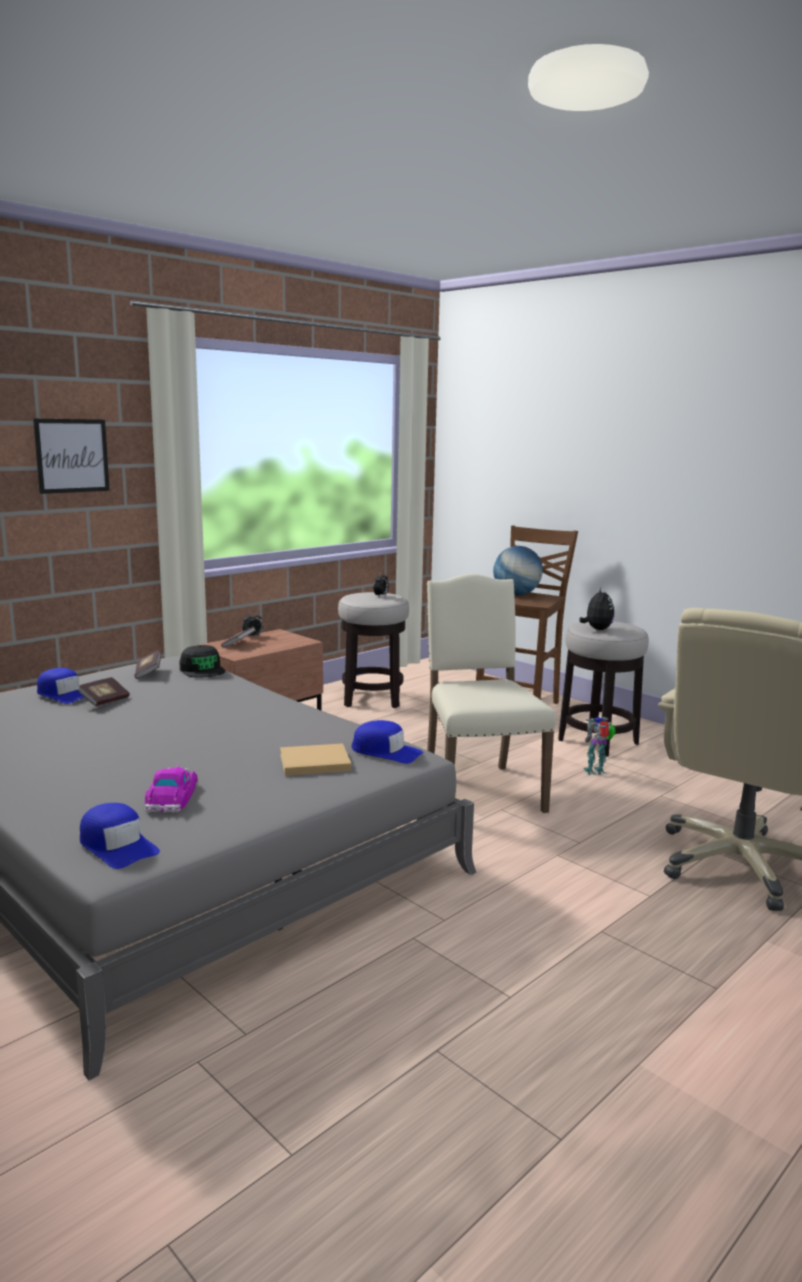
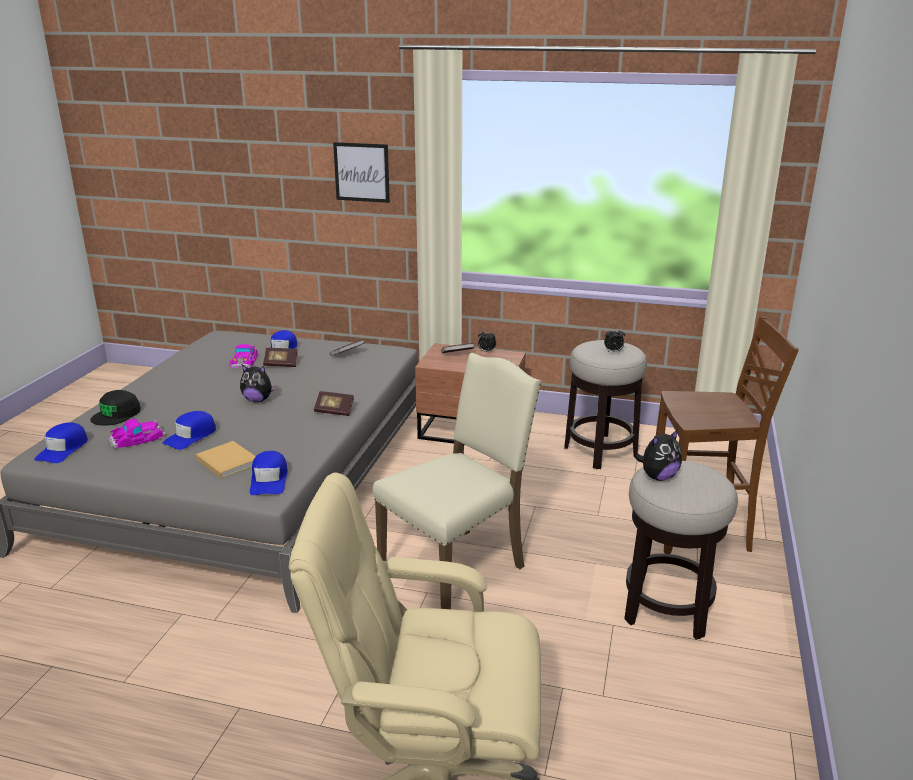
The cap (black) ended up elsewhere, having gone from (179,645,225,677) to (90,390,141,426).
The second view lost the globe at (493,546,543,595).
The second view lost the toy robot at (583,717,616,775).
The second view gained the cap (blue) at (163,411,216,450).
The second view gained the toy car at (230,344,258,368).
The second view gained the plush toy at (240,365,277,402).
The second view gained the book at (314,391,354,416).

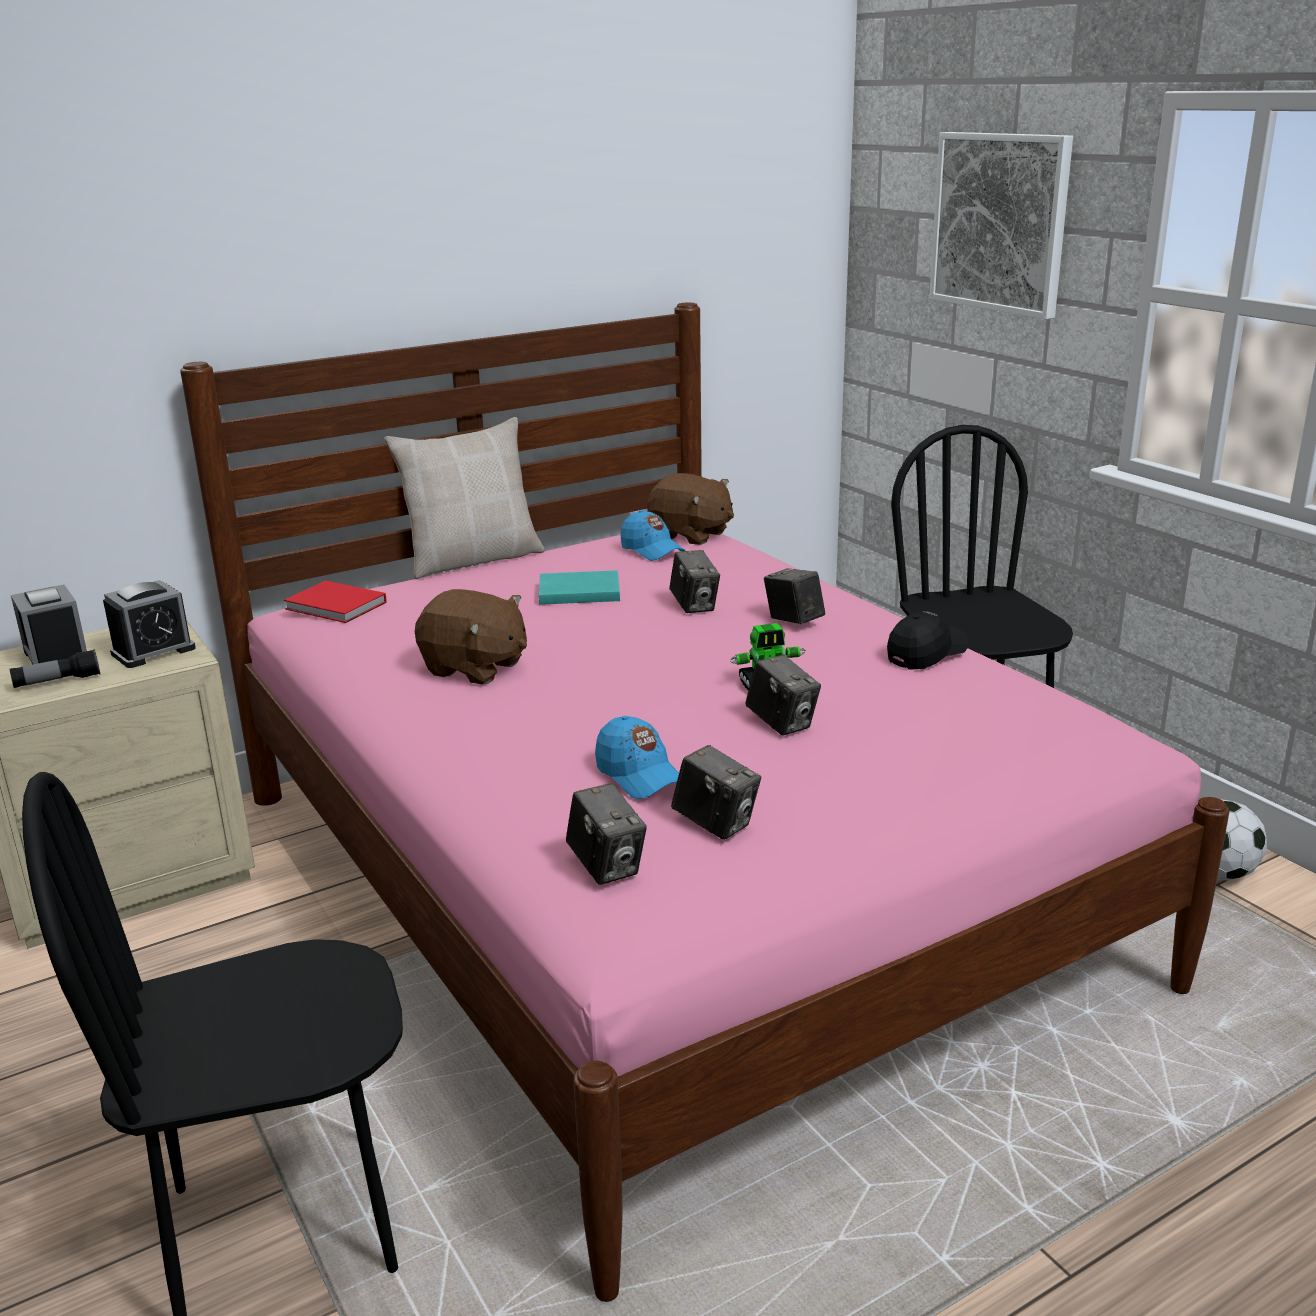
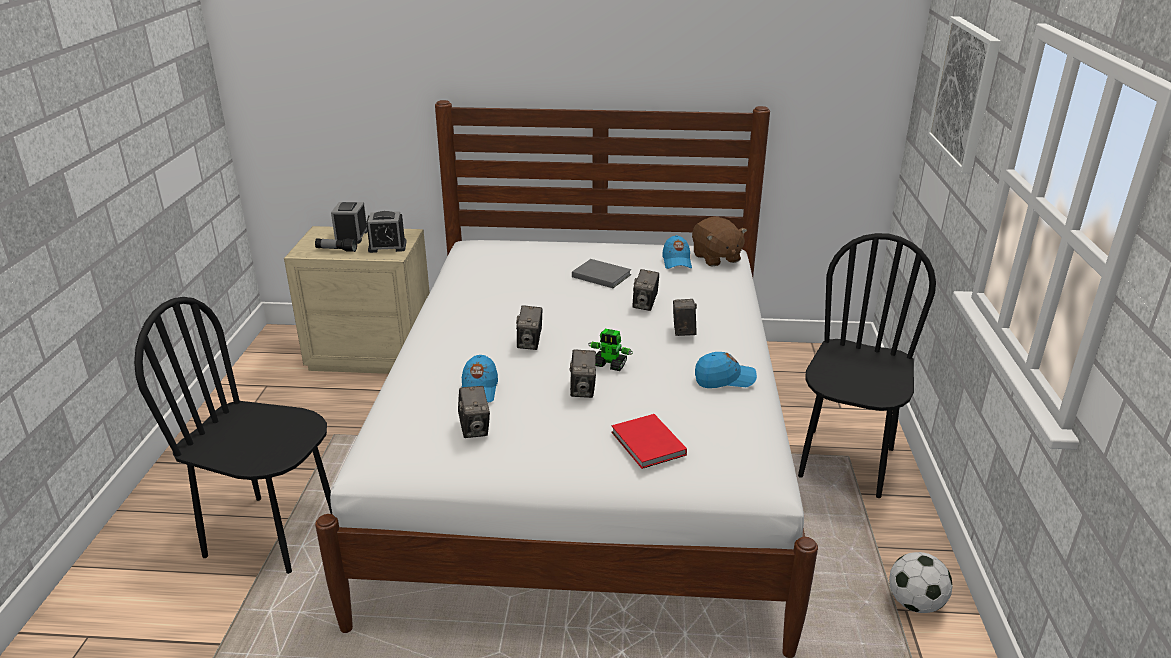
What was the bed (pink) at (180,303,1230,1302) turned into the bed (white) at (315,100,818,658).
The book (red) ended up elsewhere, having gone from (284,581,387,623) to (611,414,687,469).
The second view lost the pillow (beige) at (384,417,545,579).
The second view lost the plush toy (brown) at (415,589,527,684).
What was the book (turquoise) at (539,570,620,605) turned into the book (grey) at (572,259,631,288).
The photo camera ended up elsewhere, having gone from (566,783,647,885) to (516,305,542,350).
What was the cap (black) at (887,611,968,670) turned into the cap (blue) at (695,352,757,388).

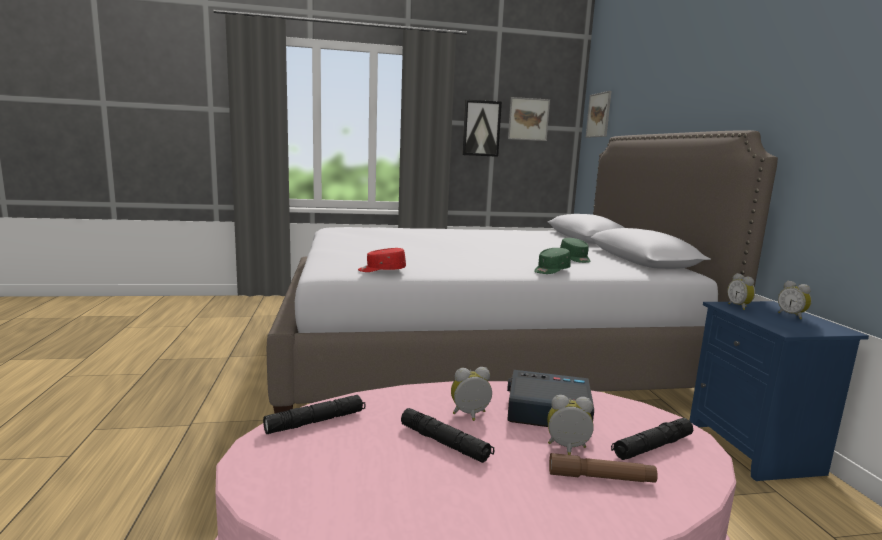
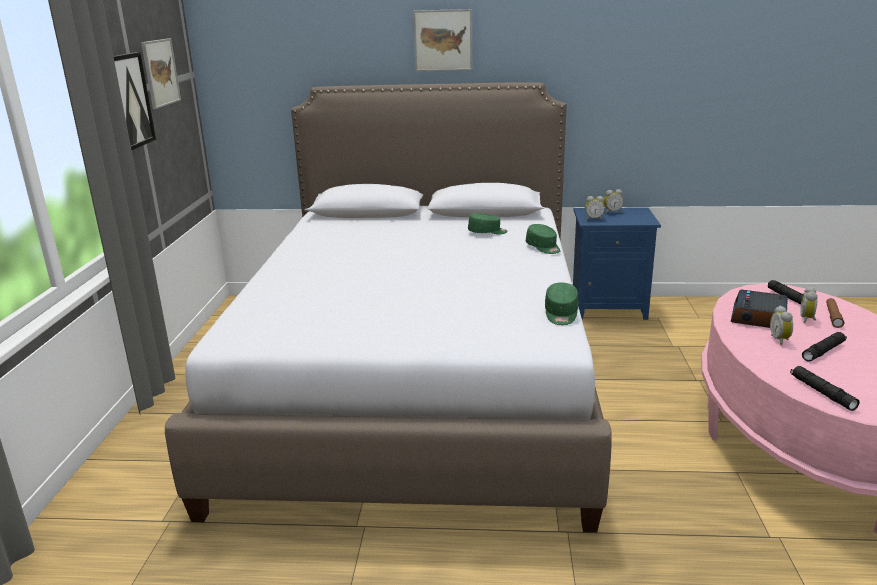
What was the cap (red) at (358,248,406,272) turned into the cap (green) at (545,282,578,325).
The picture ended up elsewhere, having gone from (586,91,612,138) to (413,9,472,72).

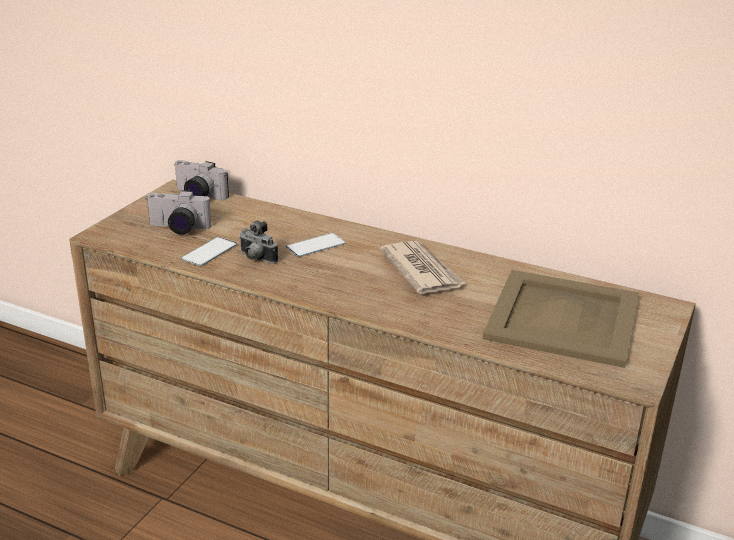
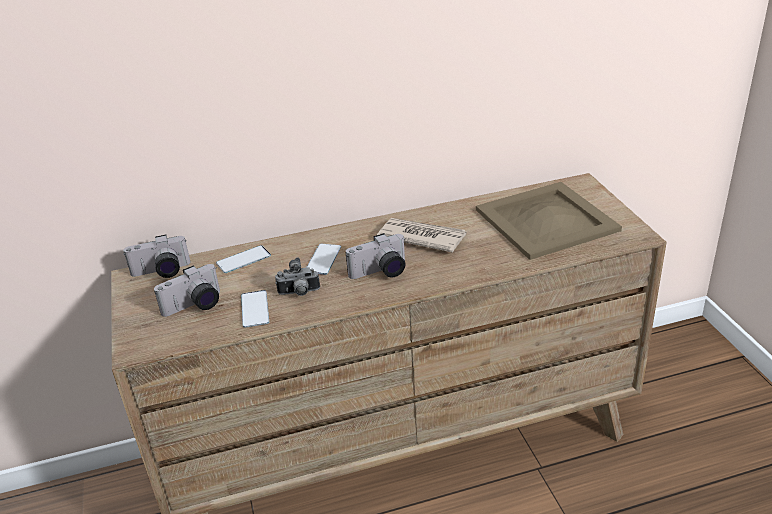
The second view gained the phone at (216,245,271,273).
The second view gained the photo camera at (346,233,405,279).

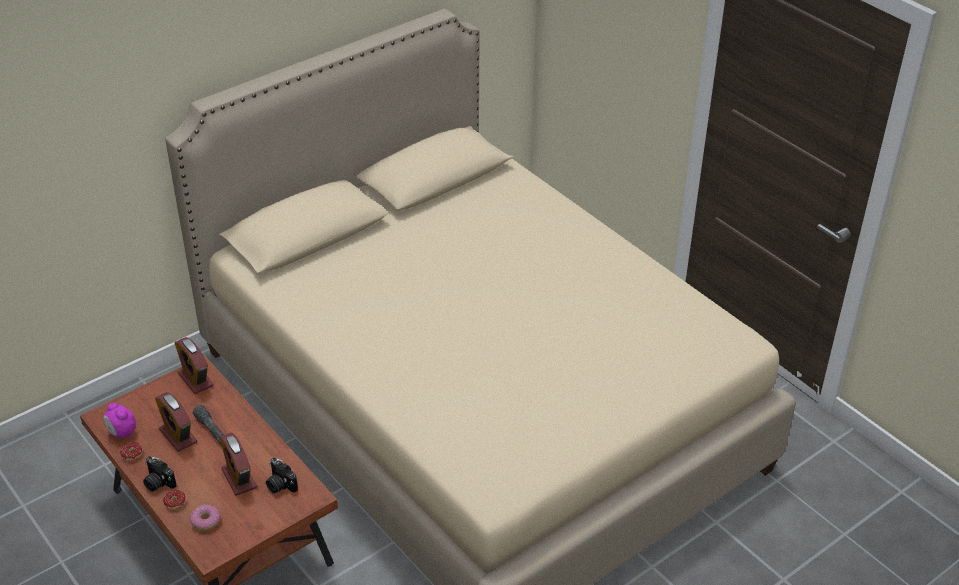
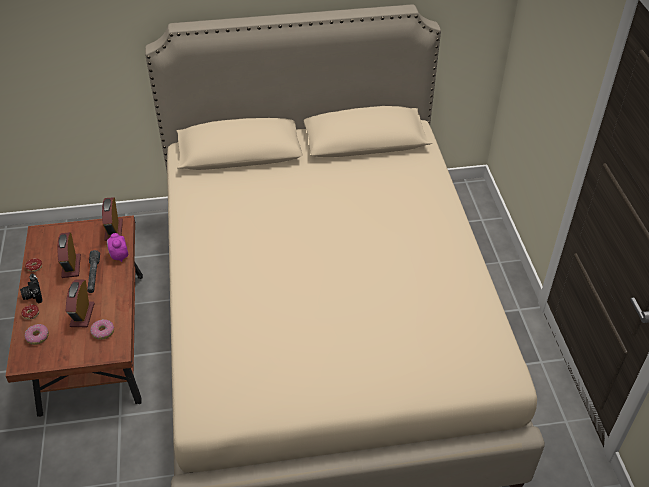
The alarm clock ended up elsewhere, having gone from (104,403,136,438) to (107,233,128,262).
Where the photo camera stood at (266,458,298,494), the donut came to stand at (90,319,114,340).

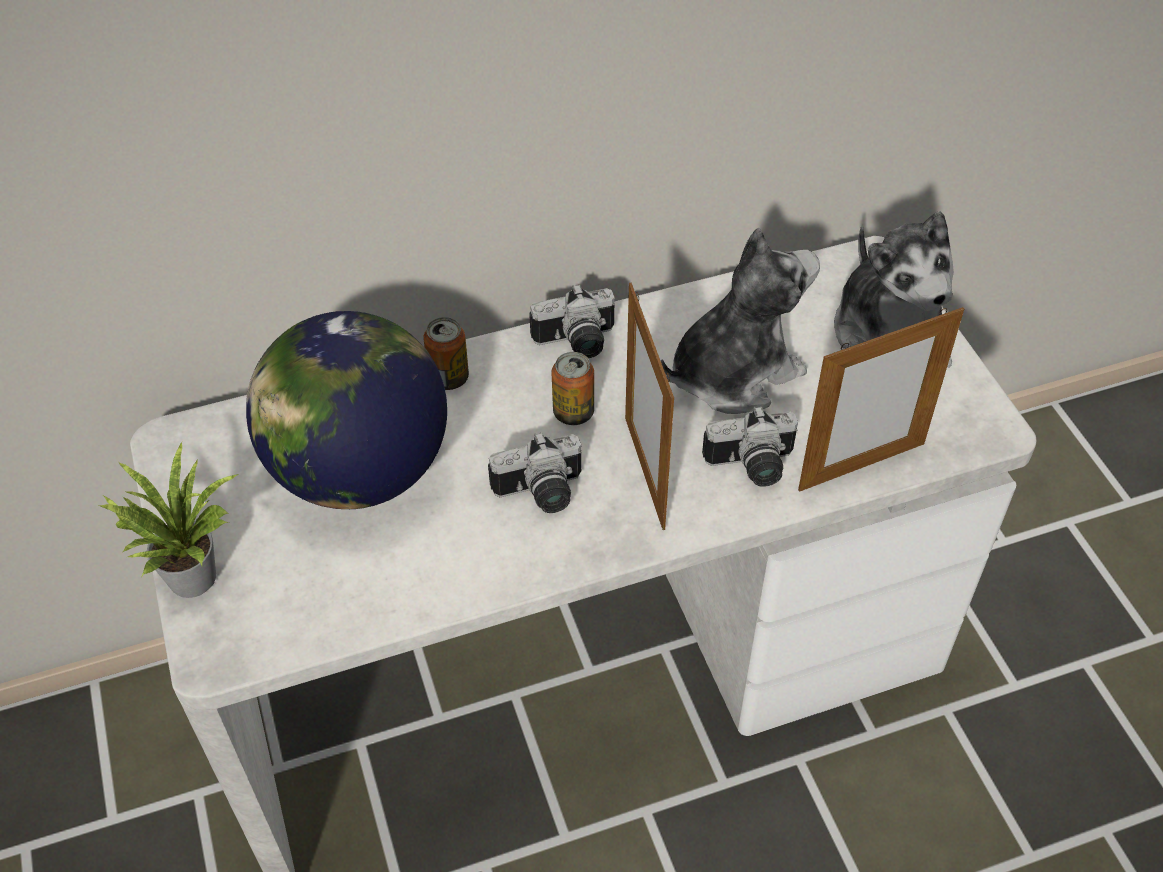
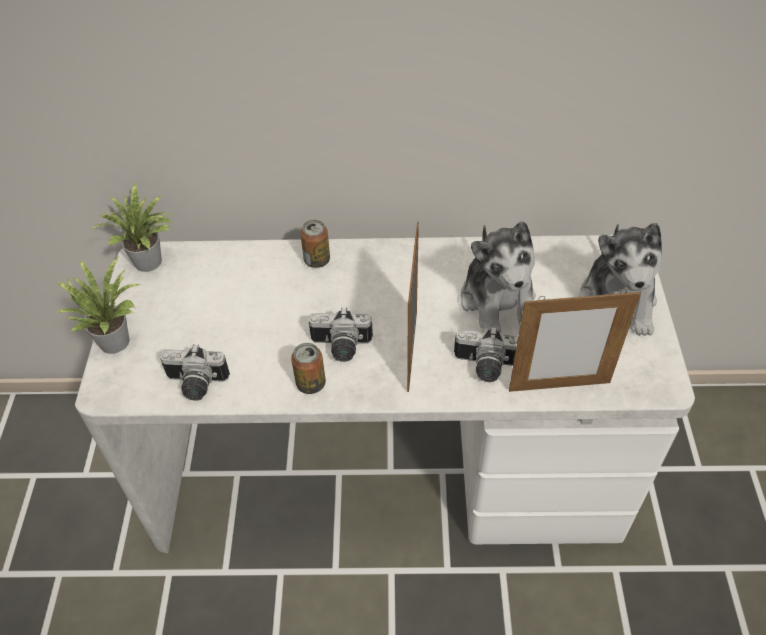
The second view lost the globe at (246,311,447,509).
The photo camera ended up elsewhere, having gone from (529,284,615,358) to (160,344,230,401).
The can ended up elsewhere, having gone from (551,352,594,425) to (291,343,326,394).
The plush toy at (661,228,820,414) ended up facing another way, 90 degrees clockwise from before.
The second view gained the potted plant at (90,182,173,272).

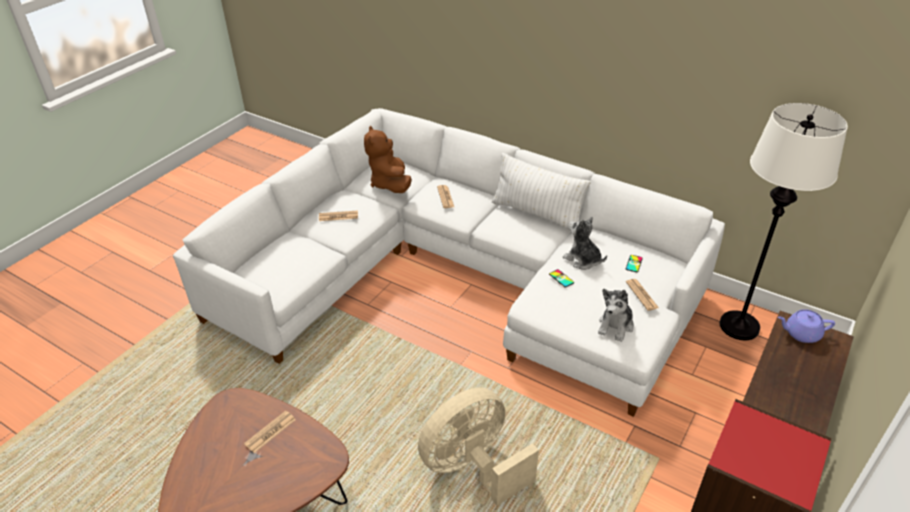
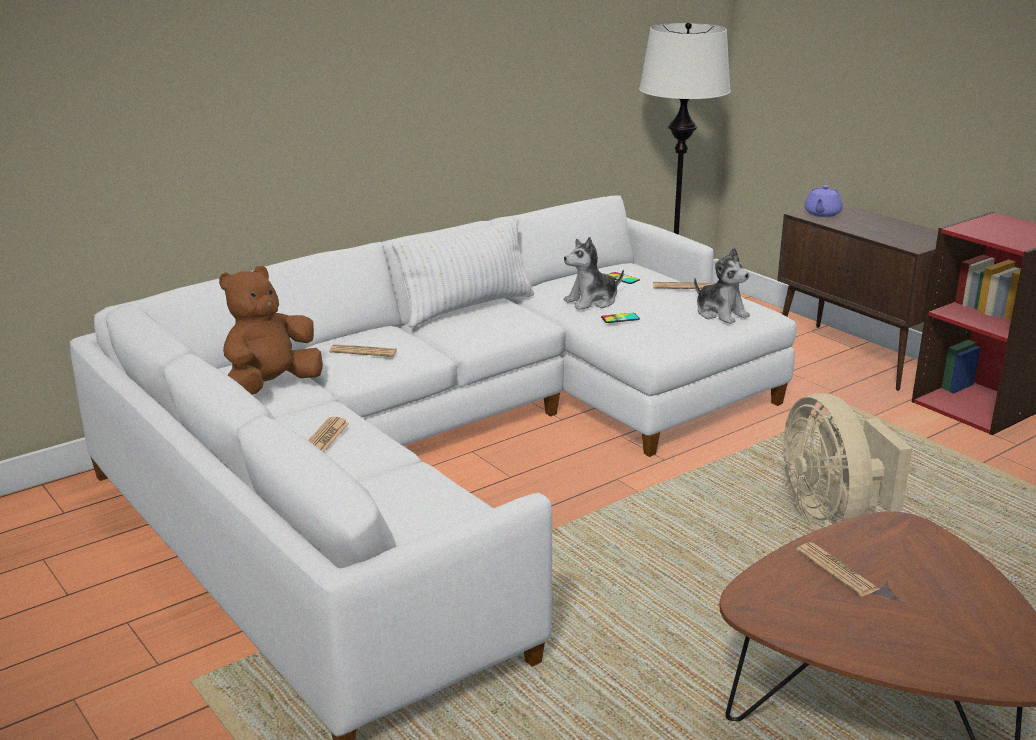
The plush toy (brown) at (364,126,412,193) ended up facing another way, 120 degrees clockwise from before.

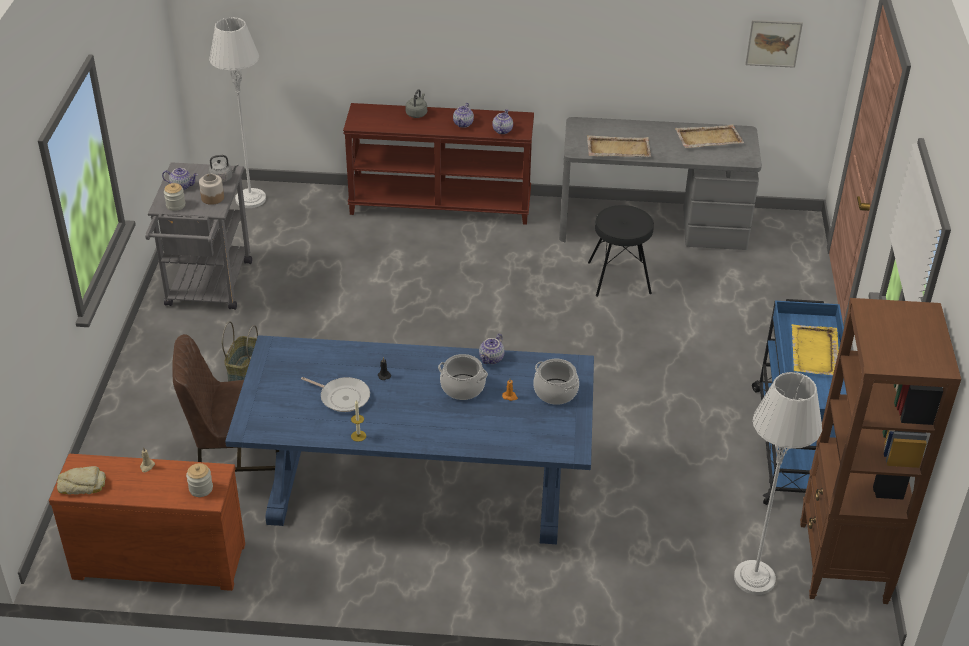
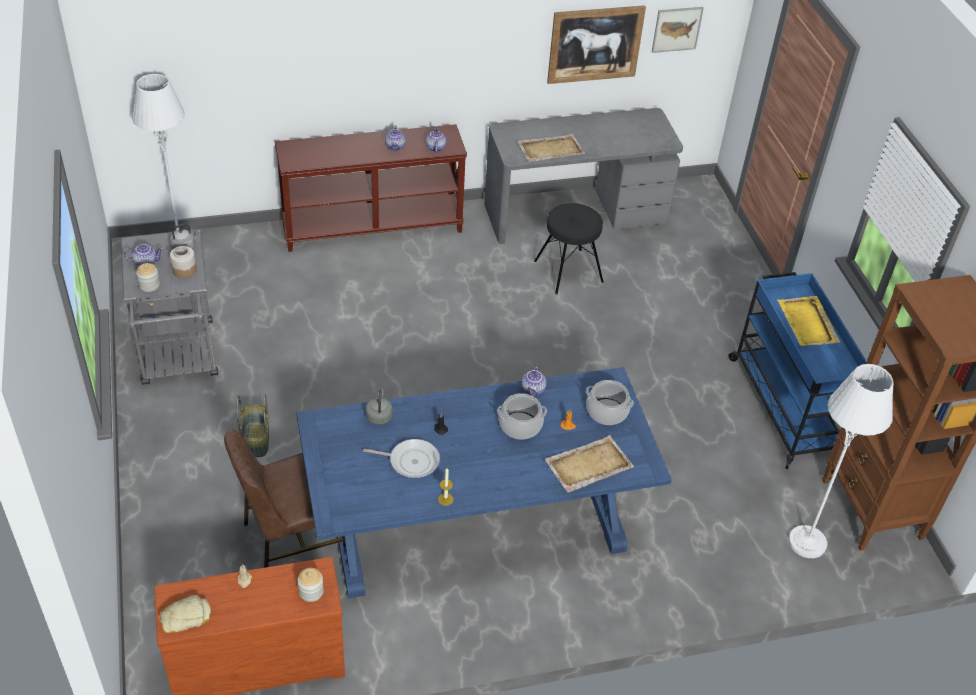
The kettle (grey) ended up elsewhere, having gone from (405,89,427,118) to (365,389,393,425).
The tray (beige) ended up elsewhere, having gone from (675,124,744,148) to (545,435,634,493).
The second view gained the picture at (547,5,646,84).

